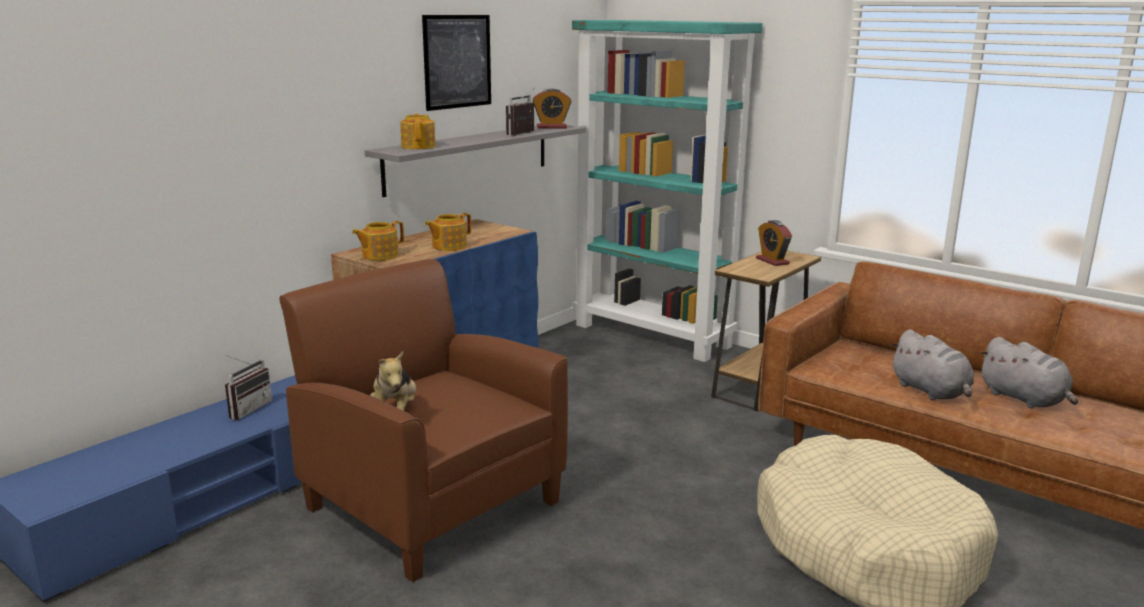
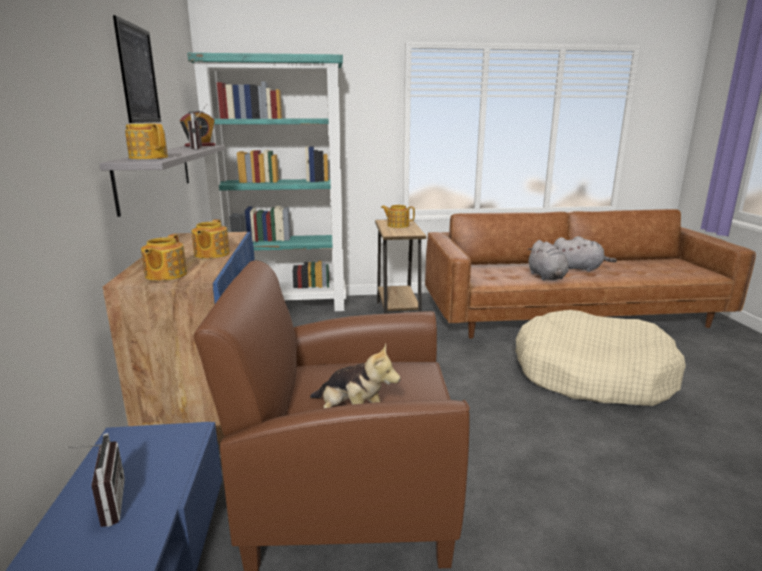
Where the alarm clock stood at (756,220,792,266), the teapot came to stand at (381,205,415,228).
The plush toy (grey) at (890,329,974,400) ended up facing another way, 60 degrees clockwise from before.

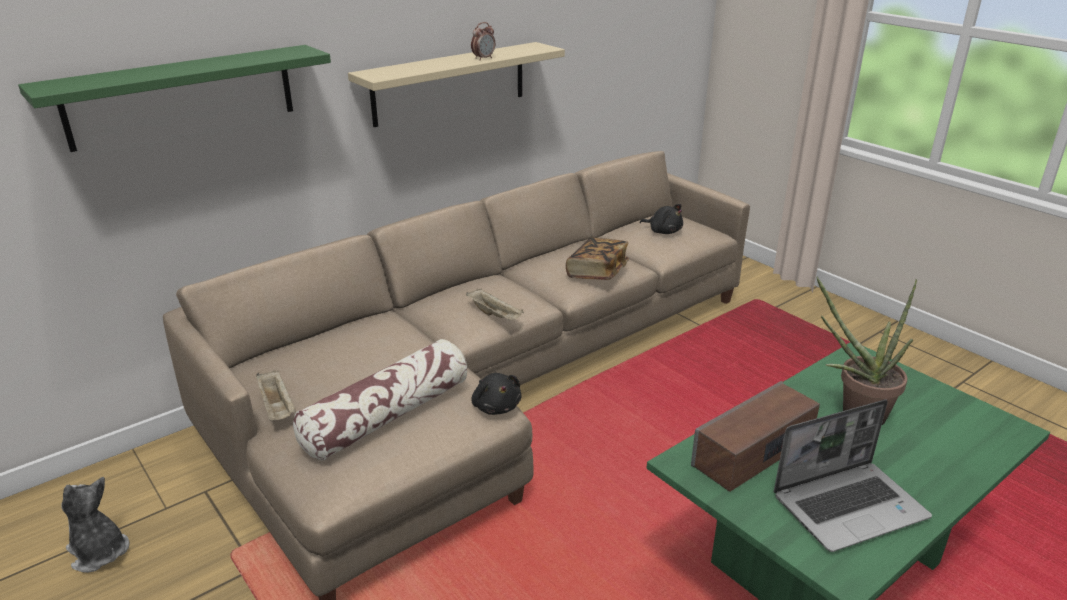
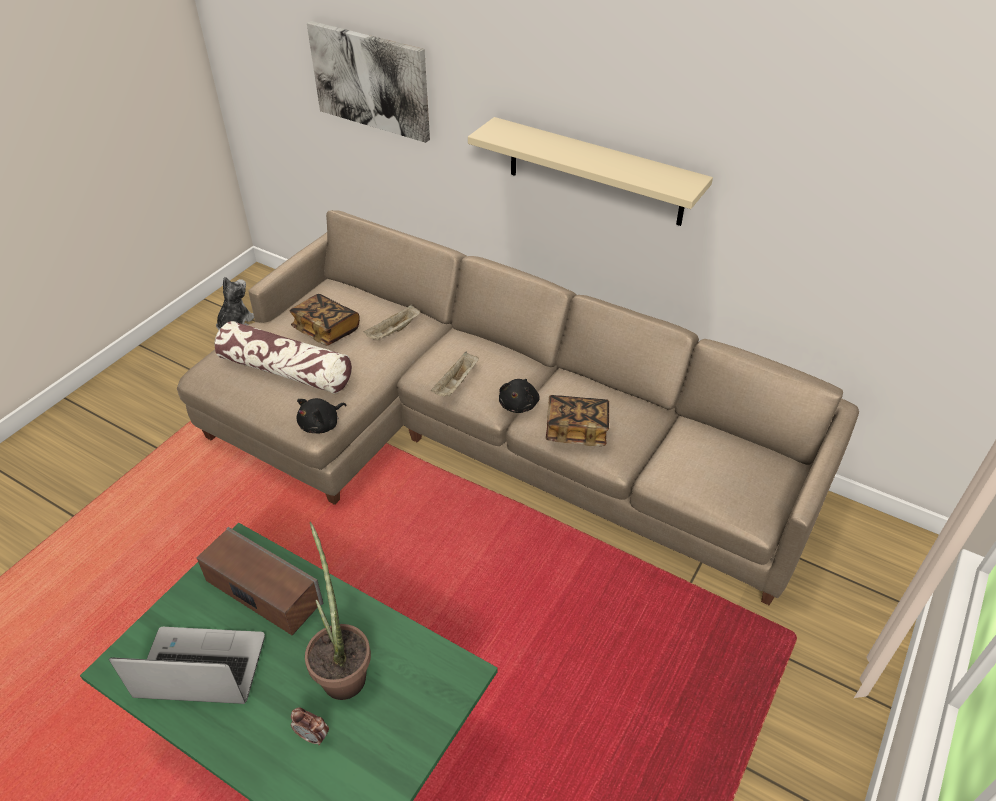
Where the shelf (green) hung at (18,45,331,152), the picture came to hang at (307,21,430,143).
The tray (beige) ended up elsewhere, having gone from (256,370,296,421) to (364,304,420,340).
The alarm clock ended up elsewhere, having gone from (471,22,495,60) to (291,707,329,745).
The plush toy (black) ended up elsewhere, having gone from (640,204,683,234) to (499,379,540,413).
The laptop at (774,399,932,552) ended up facing another way, 135 degrees clockwise from before.
The second view gained the book at (290,294,360,346).

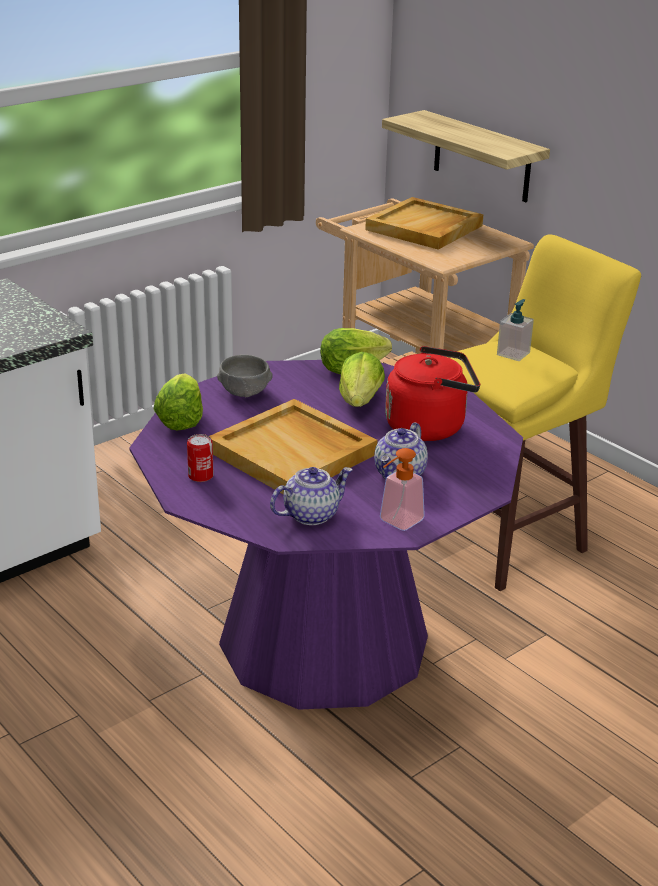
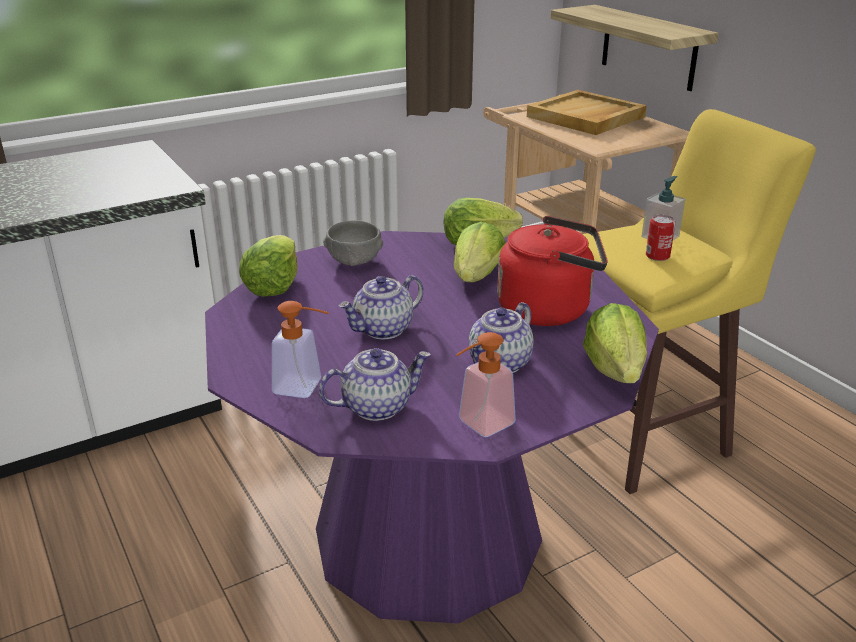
The can ended up elsewhere, having gone from (187,434,214,482) to (646,215,675,261).
Where the tray (beige) stood at (209,399,377,494), the teapot came to stand at (339,275,424,339).
The second view gained the soap dispenser at (272,301,329,398).
The second view gained the lettuce at (583,303,647,383).

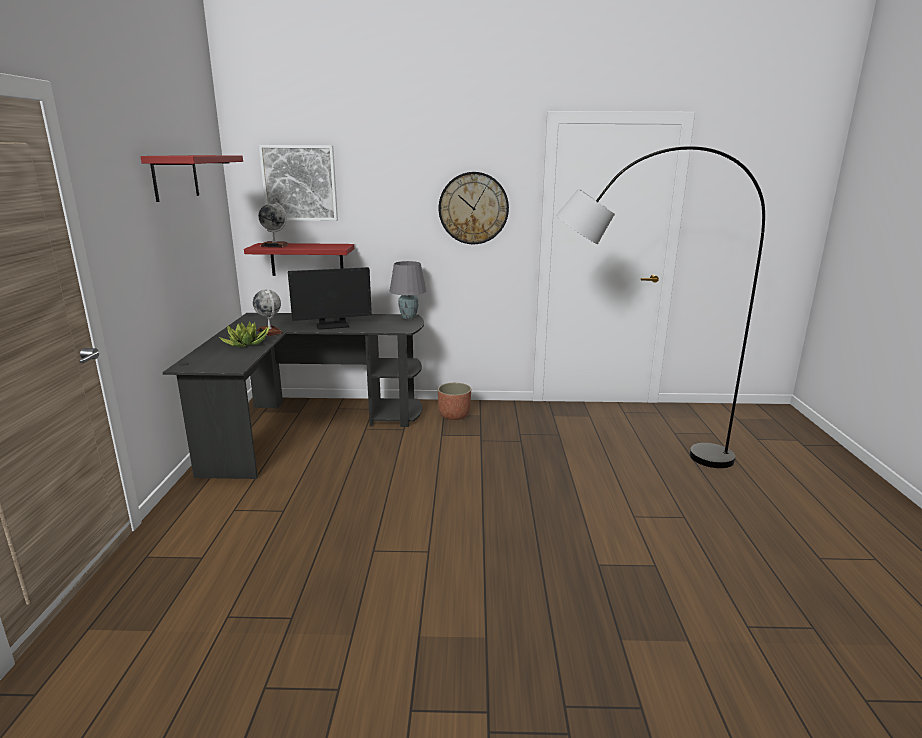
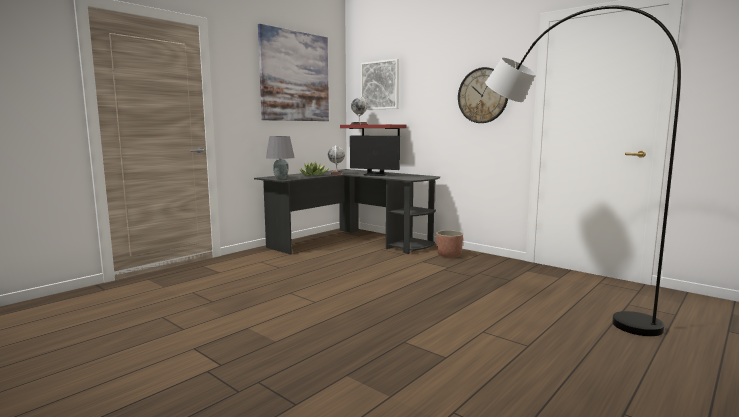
Where the shelf (red) hung at (140,155,243,202), the picture came to hang at (258,24,329,121).
The table lamp (grey) ended up elsewhere, having gone from (390,261,426,319) to (266,136,295,179).

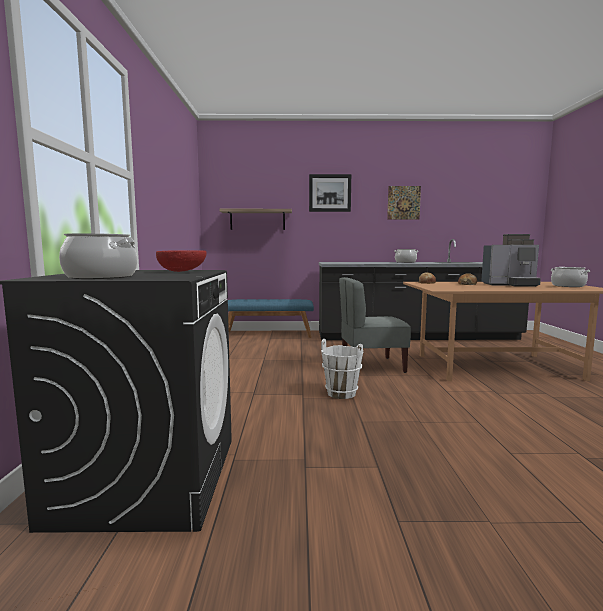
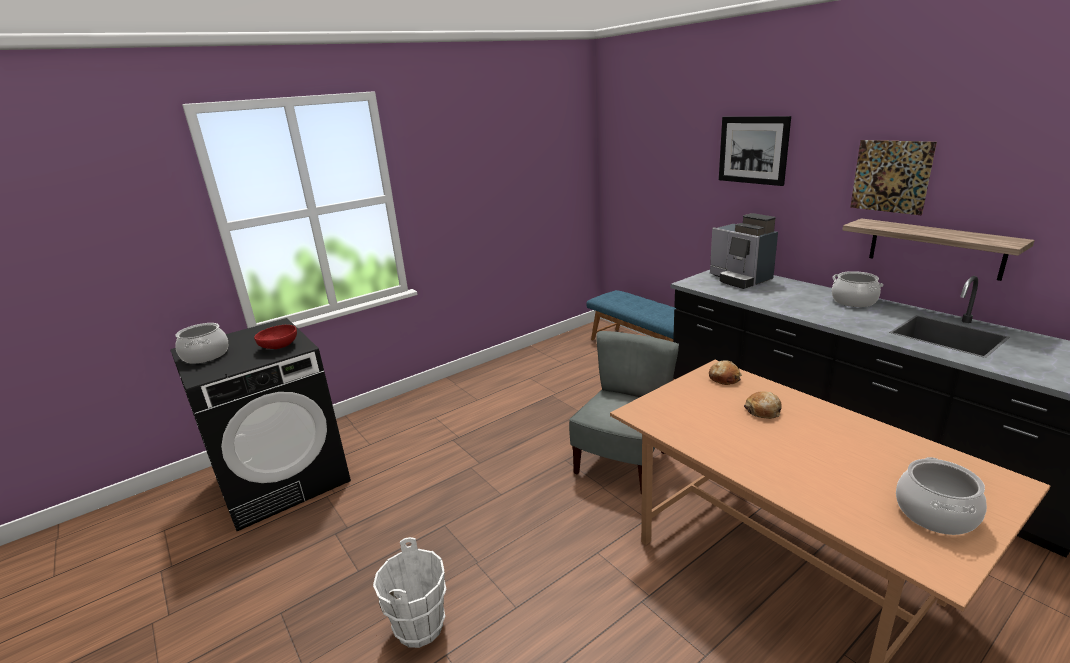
The shelf ended up elsewhere, having gone from (219,209,292,230) to (843,218,1035,281).
The bucket (white) ended up elsewhere, having gone from (321,339,363,399) to (373,537,447,648).
The chair (grey) at (339,277,411,373) ended up facing another way, 75 degrees clockwise from before.
The coffee machine ended up elsewhere, having gone from (481,234,541,287) to (710,213,778,289).

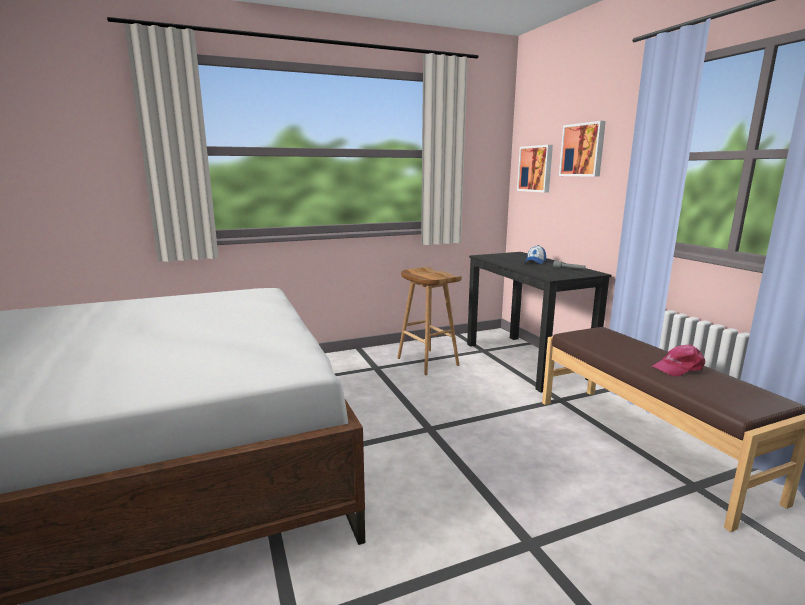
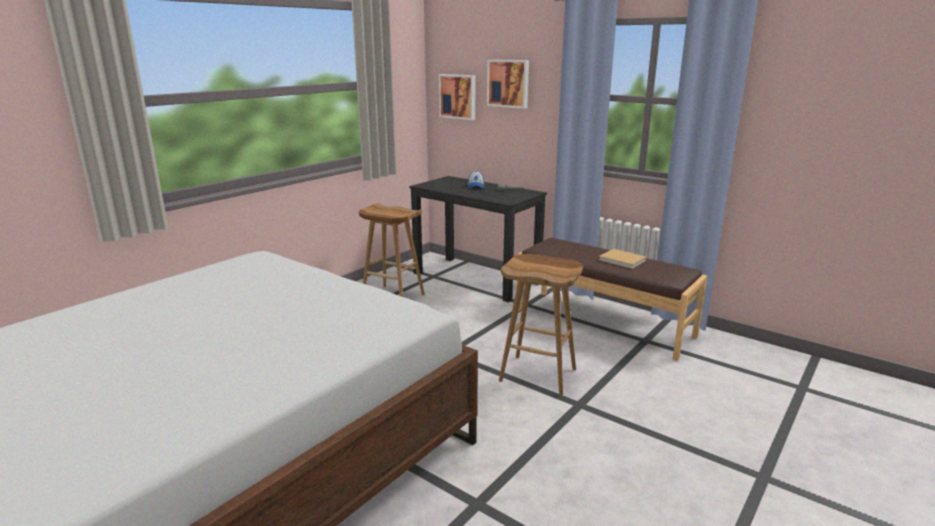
Where the cap (pink) stood at (652,345,705,376), the book (beige) came to stand at (599,249,646,269).
The second view gained the stool (brown) at (499,254,583,396).

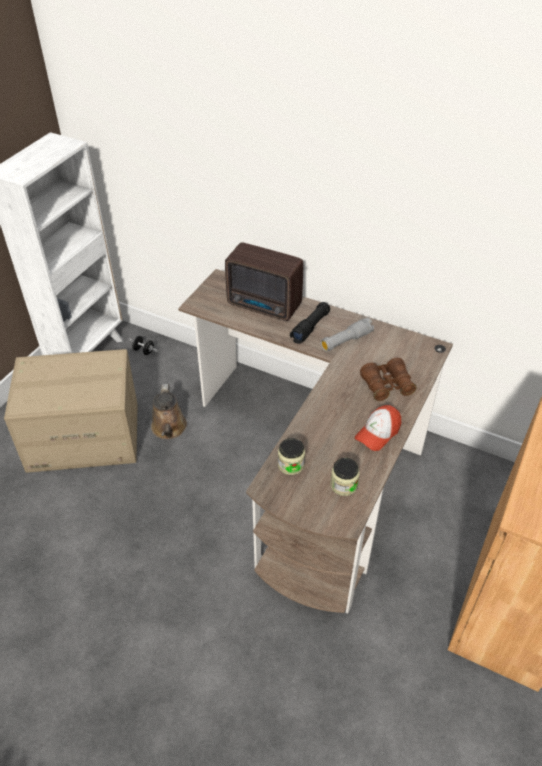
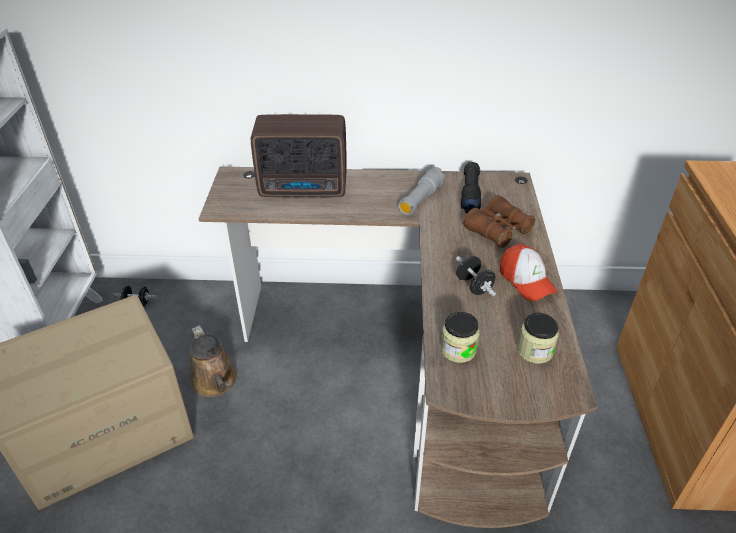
The flashlight (black) ended up elsewhere, having gone from (290,302,330,344) to (461,162,481,213).
The cap at (355,405,401,451) ended up facing another way, 45 degrees counterclockwise from before.
The second view gained the dumbbell (black) at (456,256,496,296).

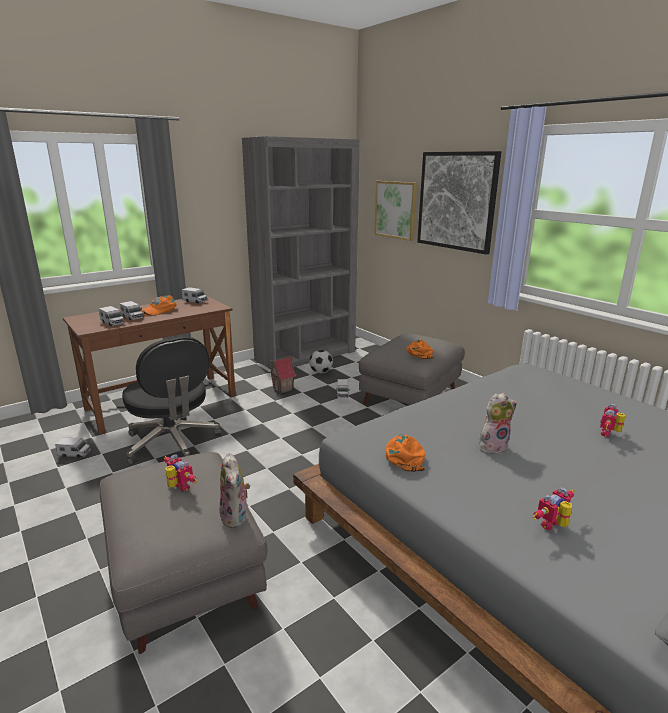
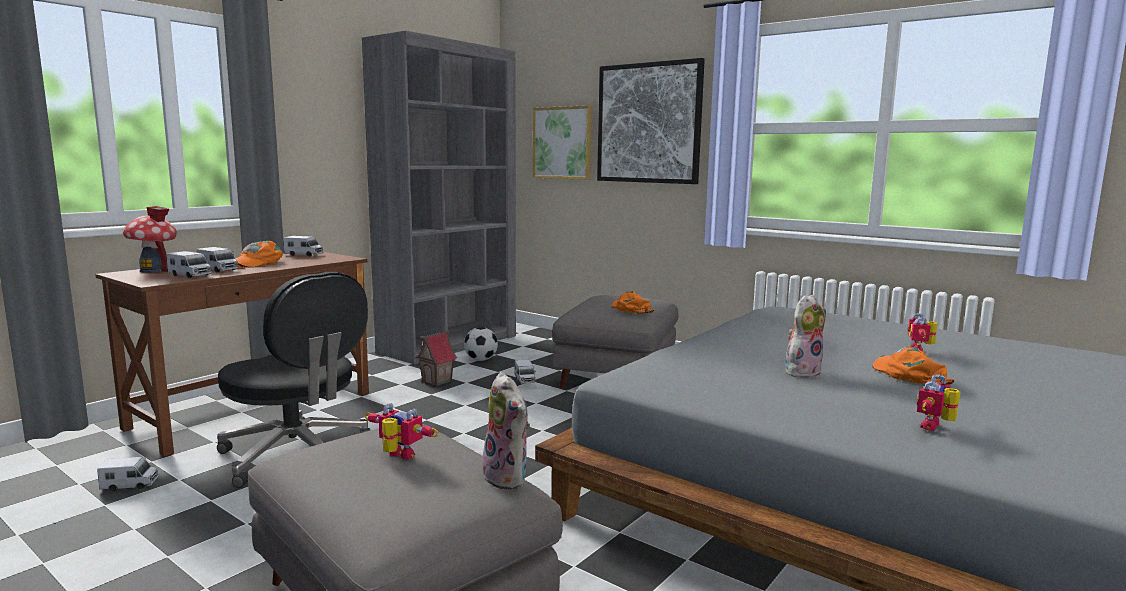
The cap (orange) ended up elsewhere, having gone from (385,434,425,472) to (872,346,955,385).
The second view gained the toy house at (123,206,177,272).

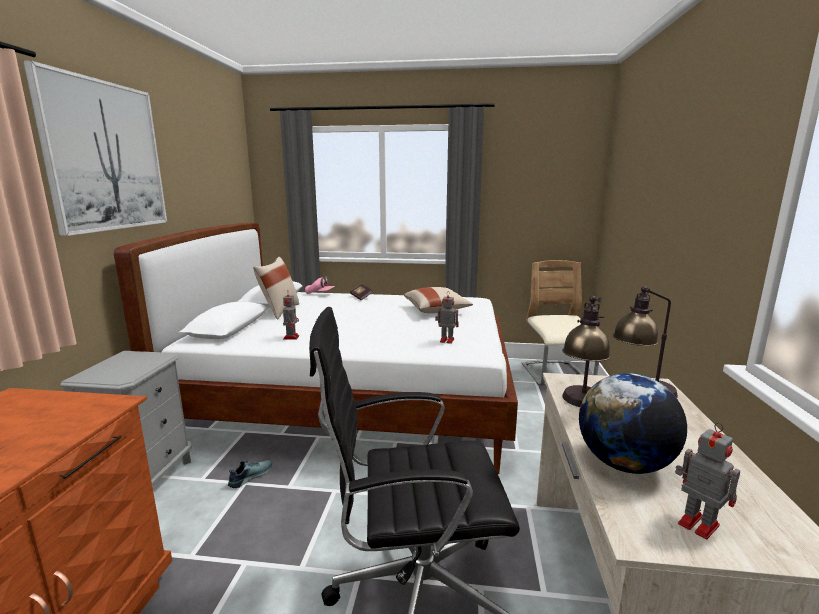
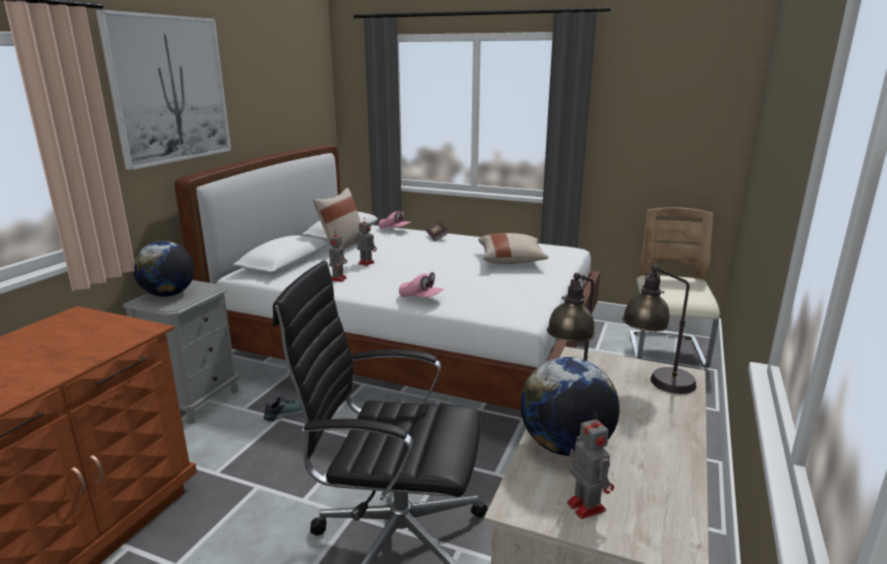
The toy robot ended up elsewhere, having gone from (435,291,458,344) to (355,220,377,266).
The second view gained the globe at (133,241,195,297).
The second view gained the cap (pink) at (399,272,444,298).

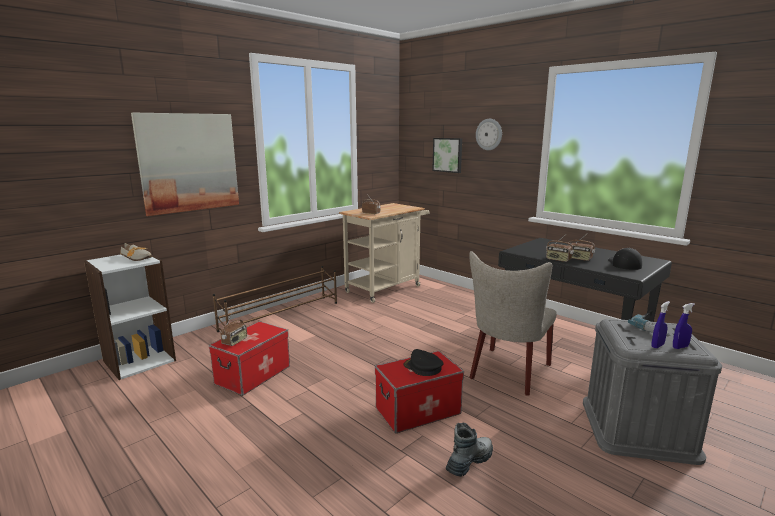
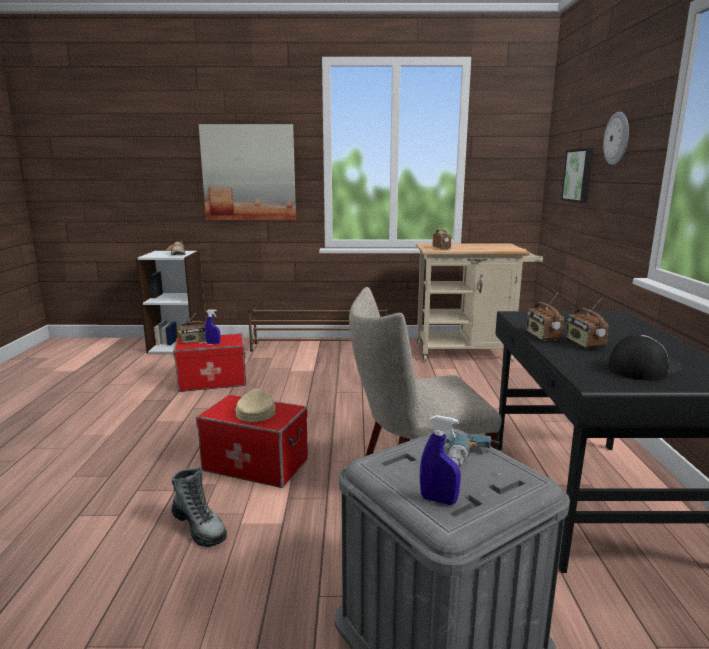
What was the cap (black) at (403,349,443,376) turned into the cap (beige) at (236,388,275,422).
The boot at (446,422,493,477) ended up facing another way, 45 degrees clockwise from before.
The spray bottle (blue) ended up elsewhere, having gone from (651,301,670,348) to (205,309,220,344).

